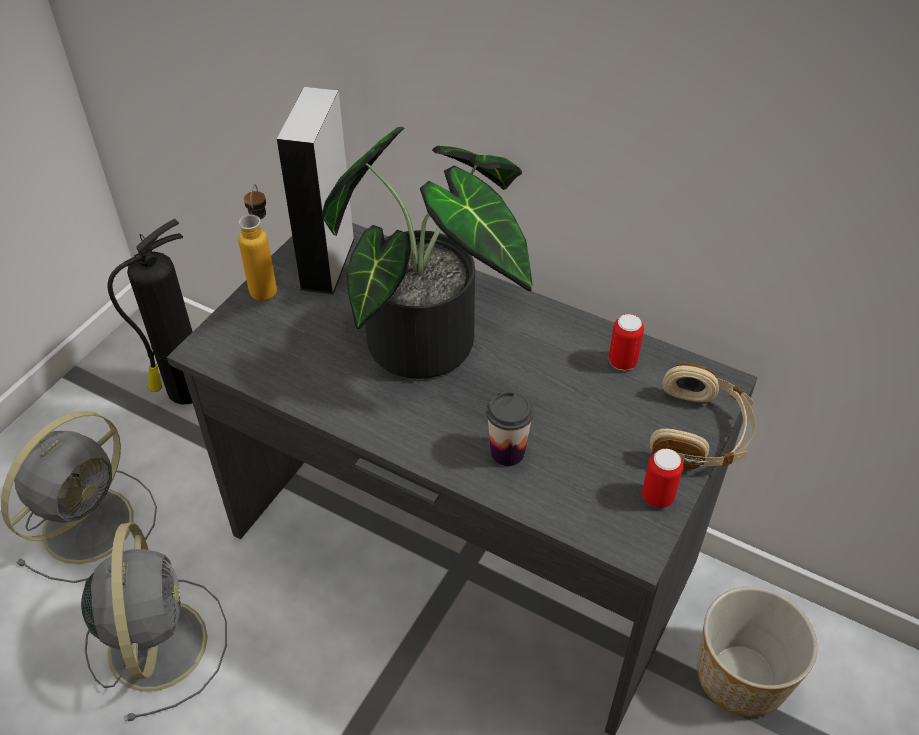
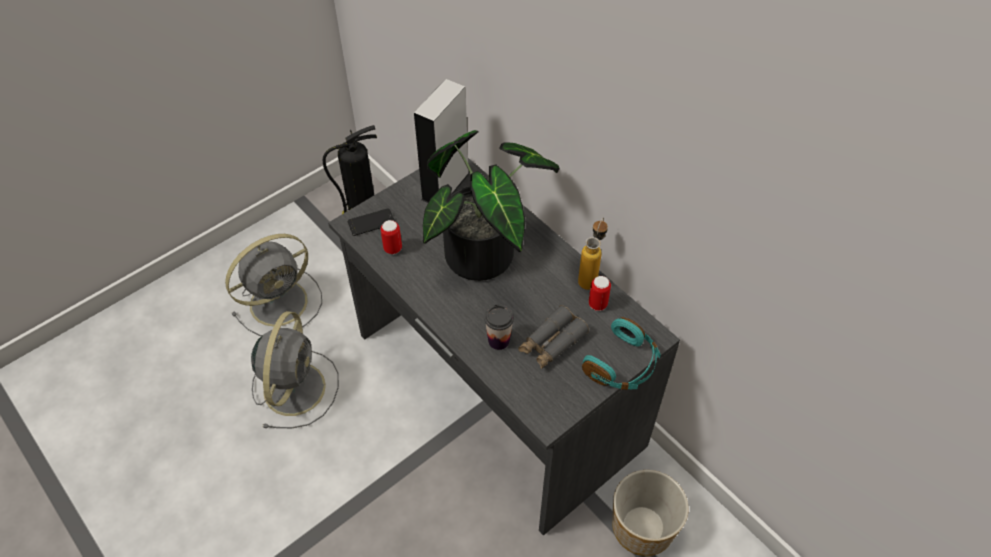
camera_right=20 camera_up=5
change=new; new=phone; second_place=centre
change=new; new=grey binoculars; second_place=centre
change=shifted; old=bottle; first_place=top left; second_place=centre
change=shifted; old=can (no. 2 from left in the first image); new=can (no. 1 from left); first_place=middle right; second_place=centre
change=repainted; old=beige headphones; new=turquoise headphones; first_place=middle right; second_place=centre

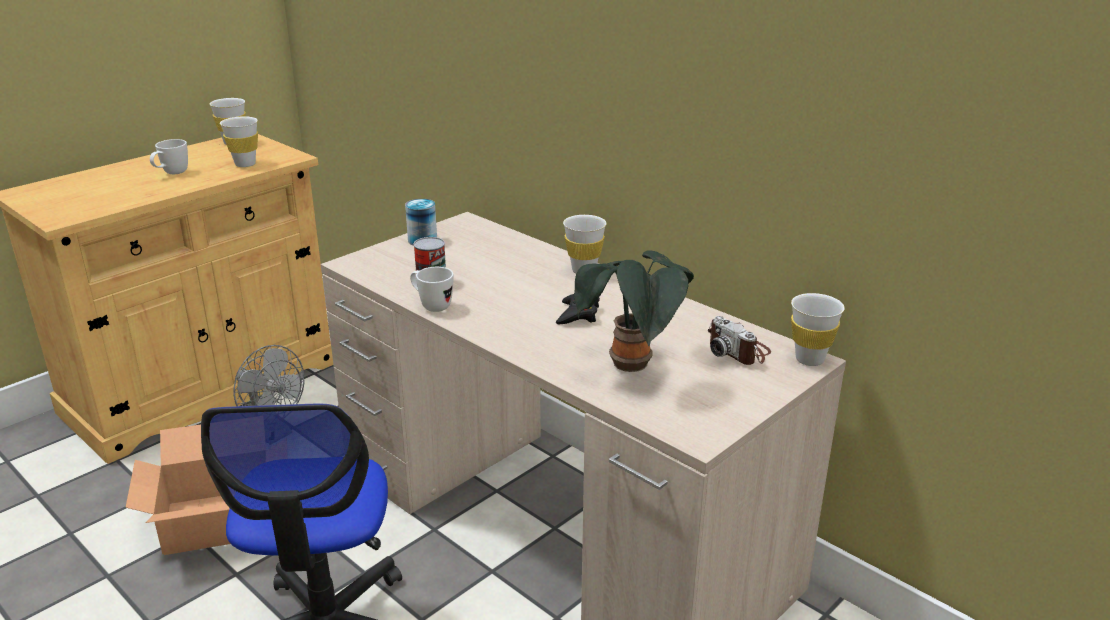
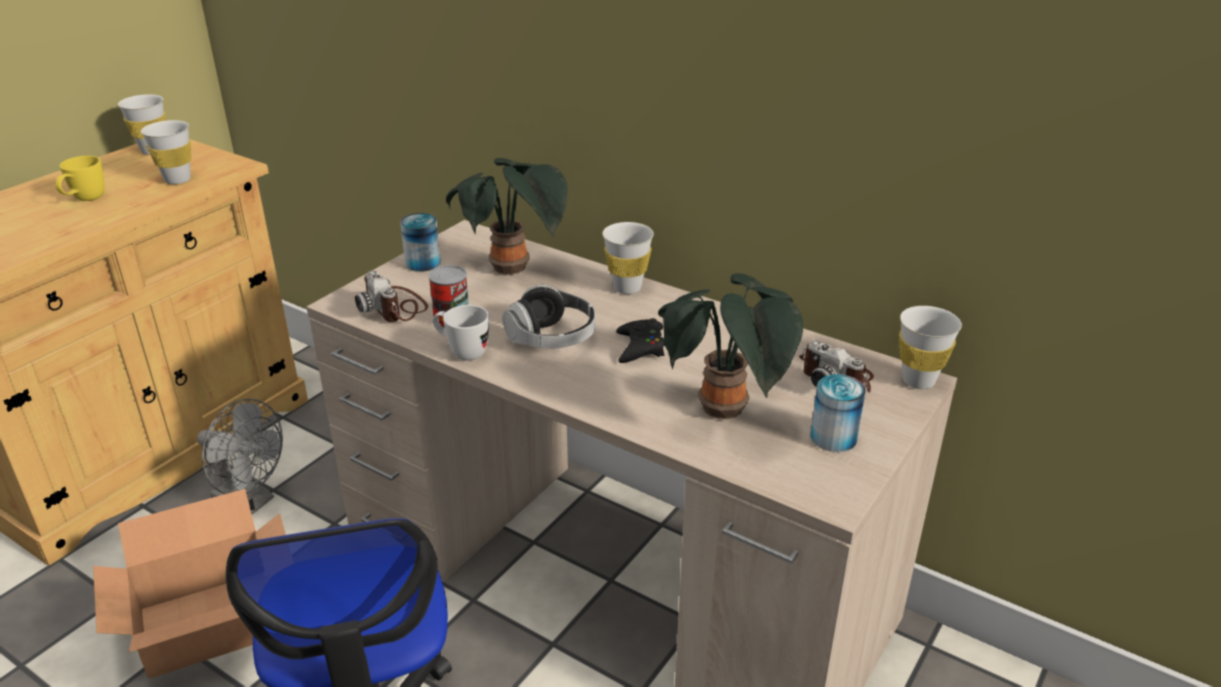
camera_right=-10 camera_up=5
change=new; new=photo camera (no. 1 from left); second_place=middle left
change=new; new=potted plant (no. 1 from left); second_place=top centre
change=new; new=headphones; second_place=centre
change=new; new=can (no. 3 from left); second_place=middle right
change=repainted; old=white mug (no. 1 from left); new=yellow mug; first_place=top left; second_place=top left

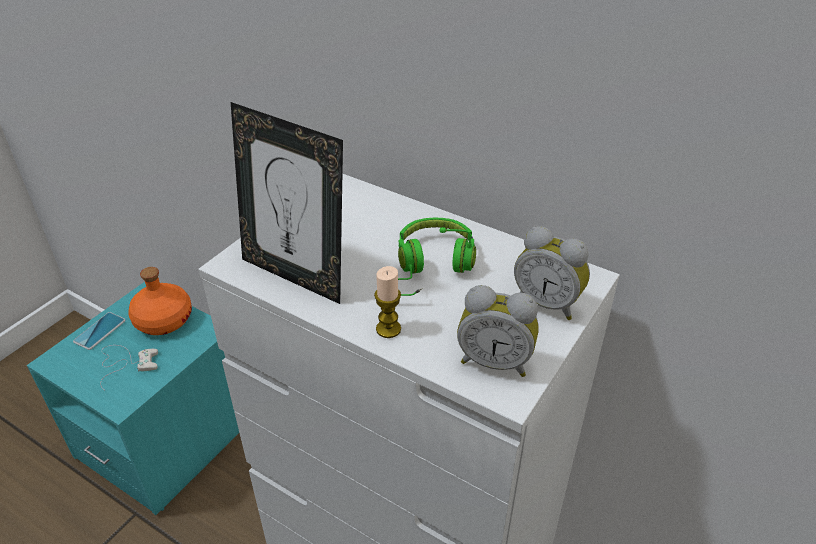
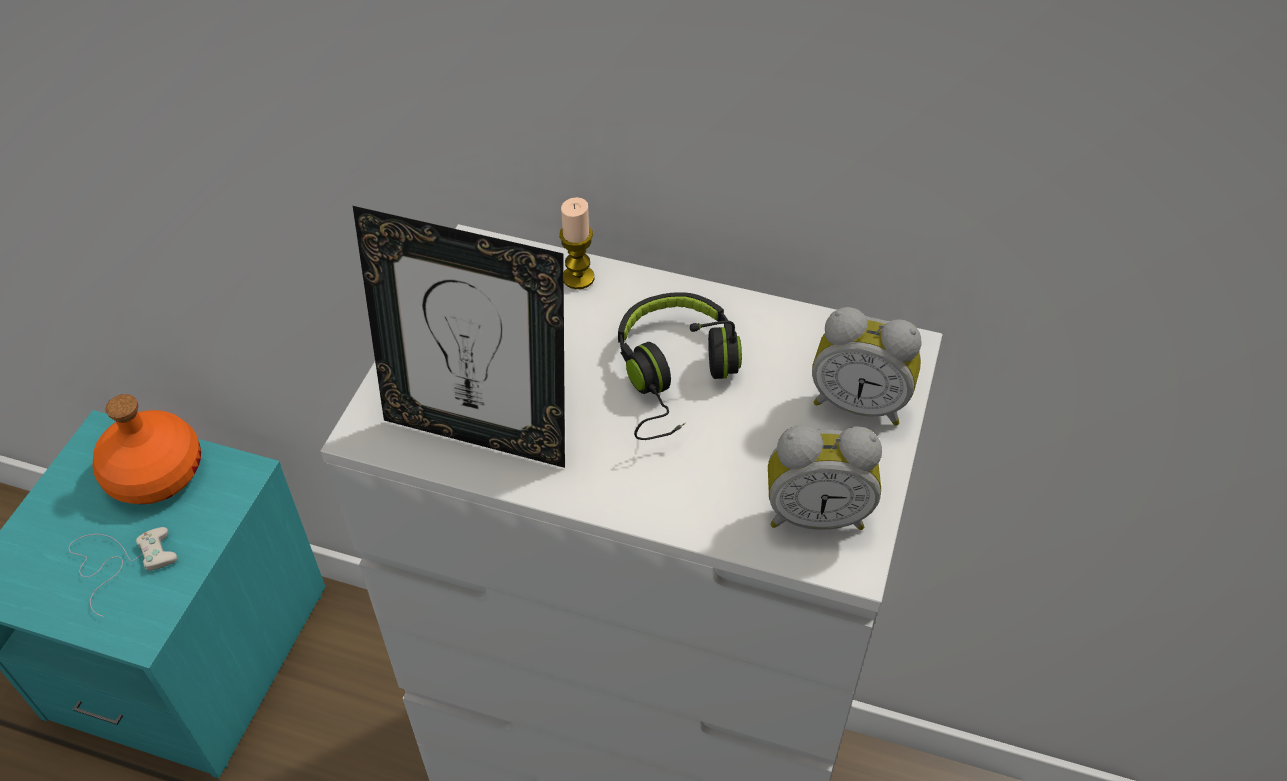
camera_right=-15 camera_up=10
change=gone; old=phone; first_place=middle left
change=shifted; old=candle; first_place=centre; second_place=top centre
change=repainted; old=green headphones; new=black headphones; first_place=centre; second_place=centre

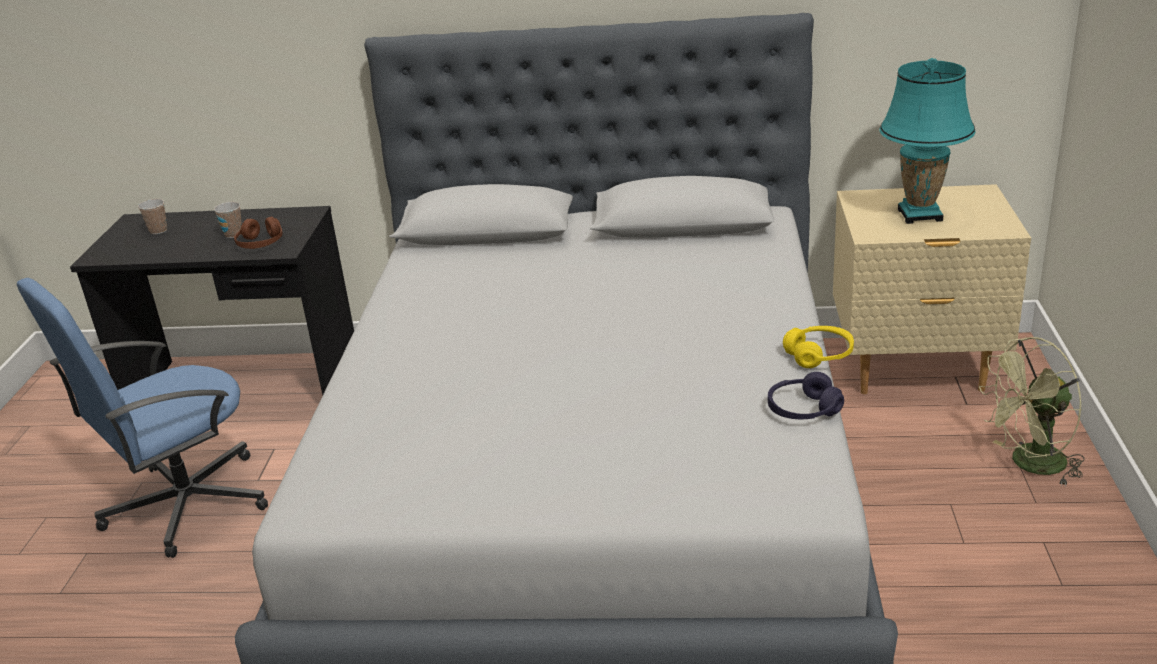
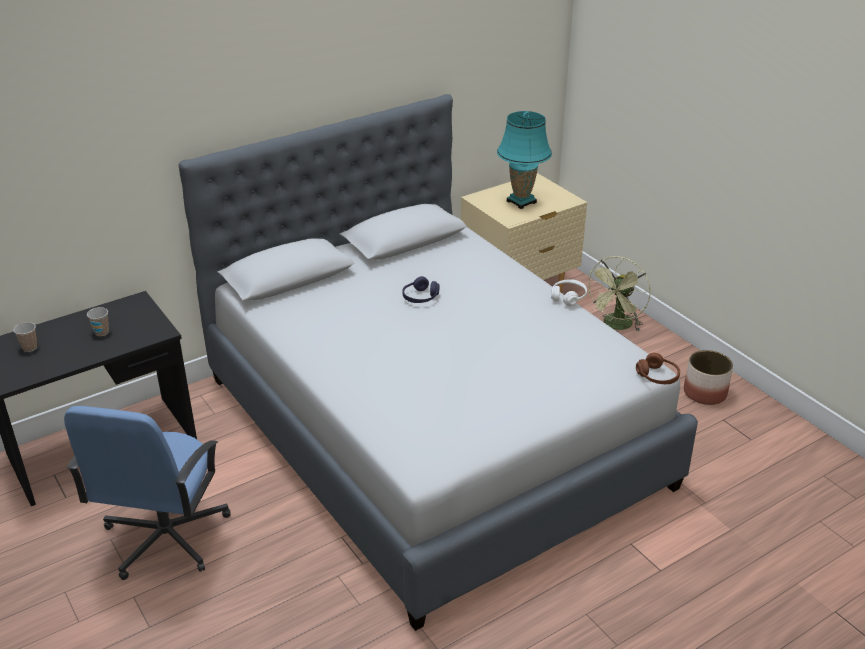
camera_right=-40 camera_up=5
change=new; new=planter; second_place=middle right
change=shifted; old=brown headphones; first_place=middle left; second_place=middle right
change=shifted; old=purple headphones; first_place=middle right; second_place=centre
change=repainted; old=yellow headphones; new=white headphones; first_place=middle right; second_place=centre

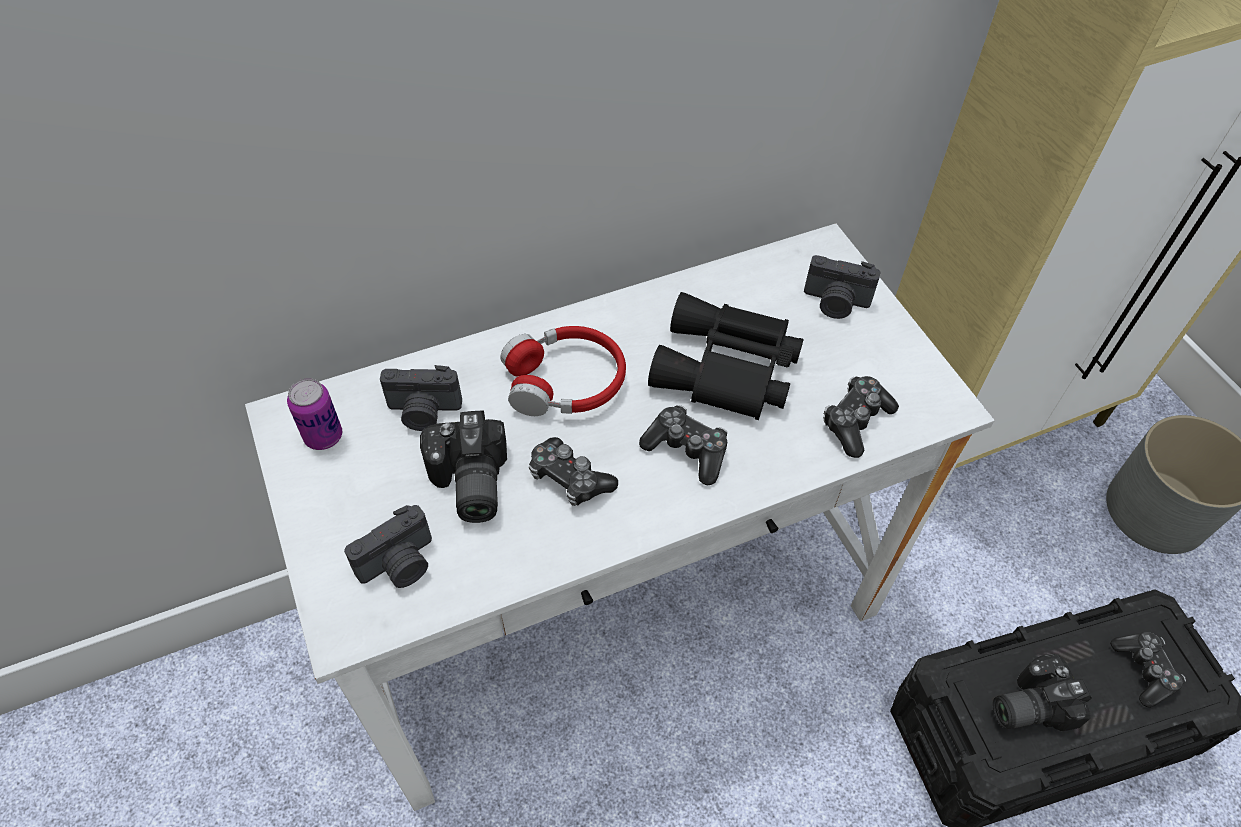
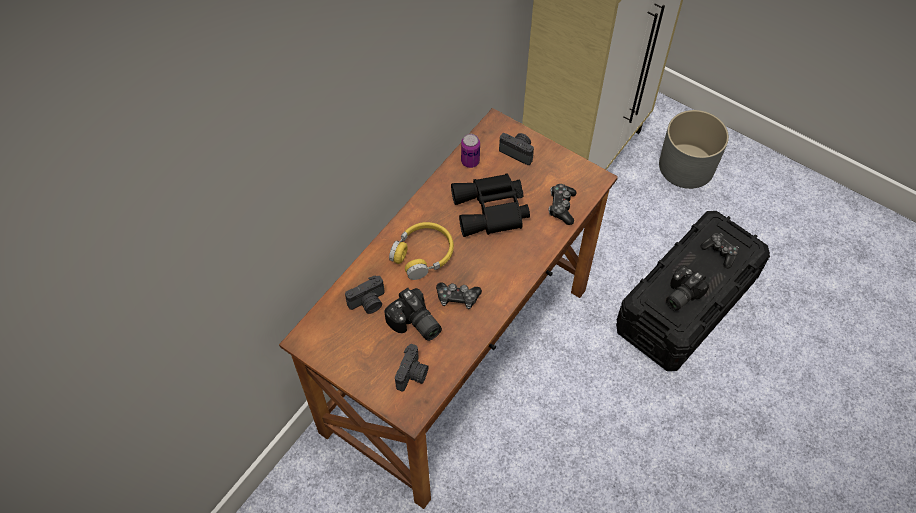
camera_right=-30 camera_up=5
change=gone; old=game controller (no. 2 from left); first_place=centre
change=shifted; old=can; first_place=middle left; second_place=top centre
change=repainted; old=white desk; new=brown desk; first_place=centre; second_place=centre
change=repainted; old=red headphones; new=yellow headphones; first_place=centre; second_place=centre
change=rotated; old=photo camera (no. 4 from left); first_place=middle right; second_place=top centre; degrees=-135

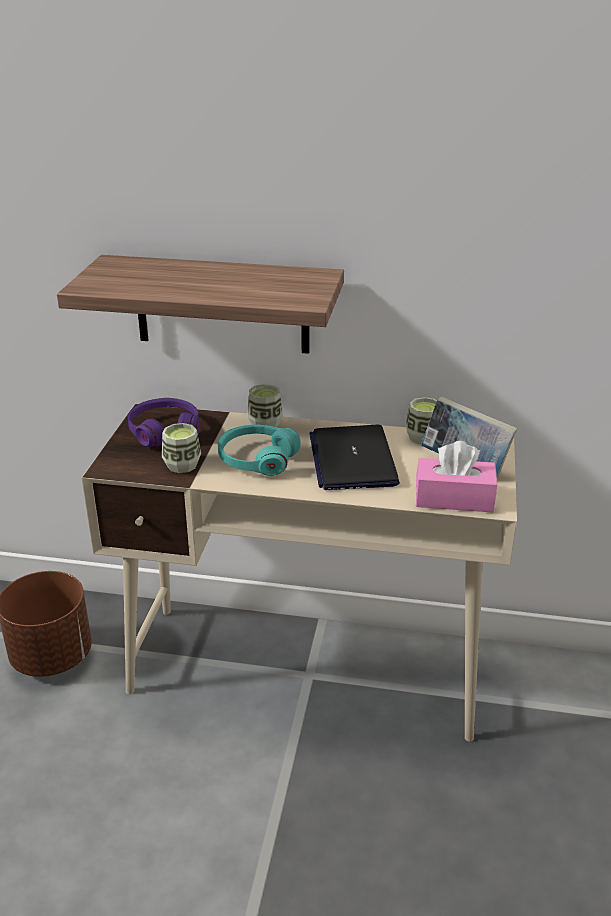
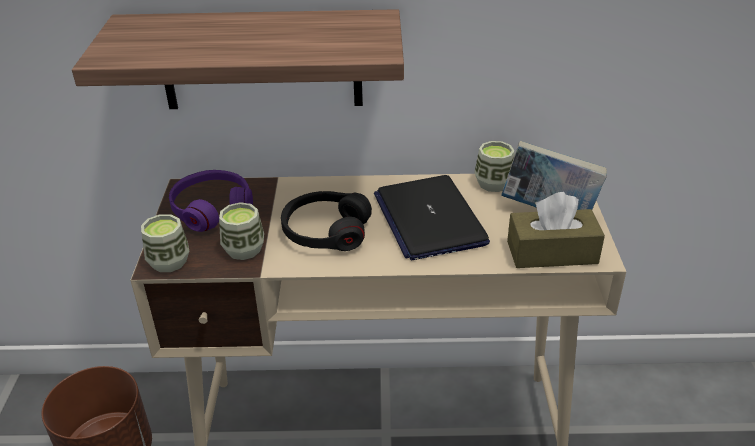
camera_right=-10 camera_up=5
change=shifted; old=cup (no. 2 from left in the first image); new=cup (no. 1 from left); first_place=centre; second_place=middle left
change=repainted; old=turquoise headphones; new=black headphones; first_place=centre; second_place=centre
change=repainted; old=pink tissue box; new=brown tissue box; first_place=middle right; second_place=middle right

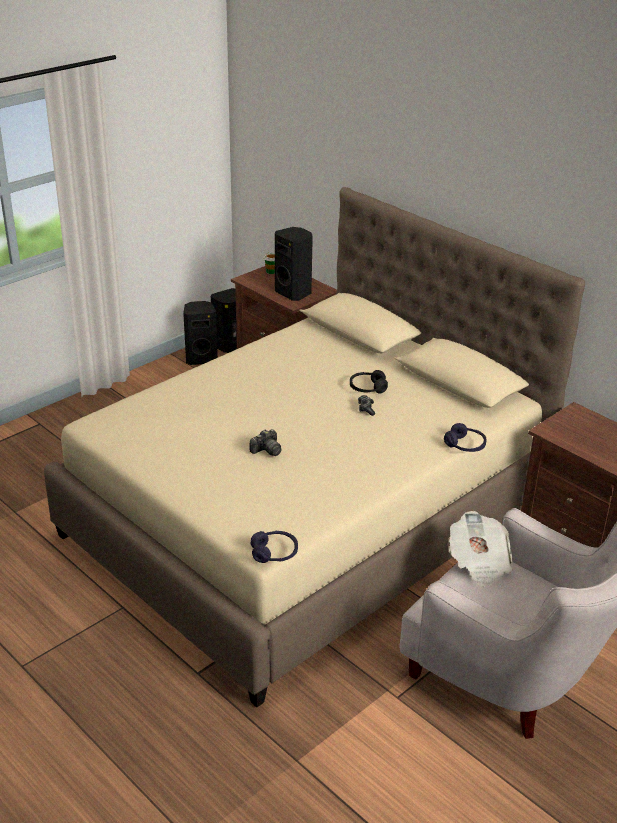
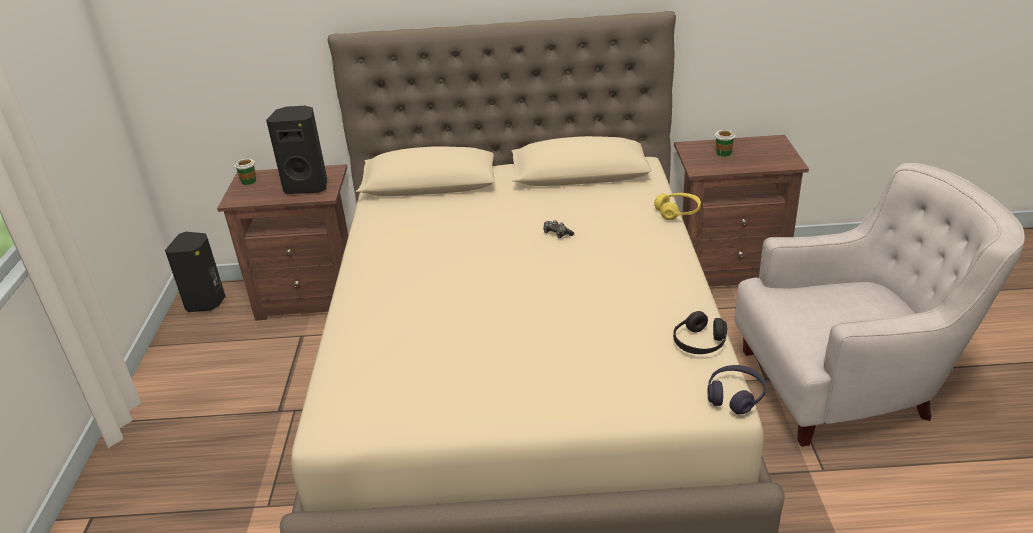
camera_right=-45 camera_up=0
change=gone; old=black speaker (no. 1 from left); first_place=middle left
change=gone; old=photo camera; first_place=centre
change=gone; old=newspaper; first_place=bottom right
change=new; new=cup (no. 2 from left); second_place=top right
change=shifted; old=black headphones; first_place=centre; second_place=middle right
change=repainted; old=purple headphones (no. 2 from left); new=yellow headphones; first_place=middle right; second_place=centre

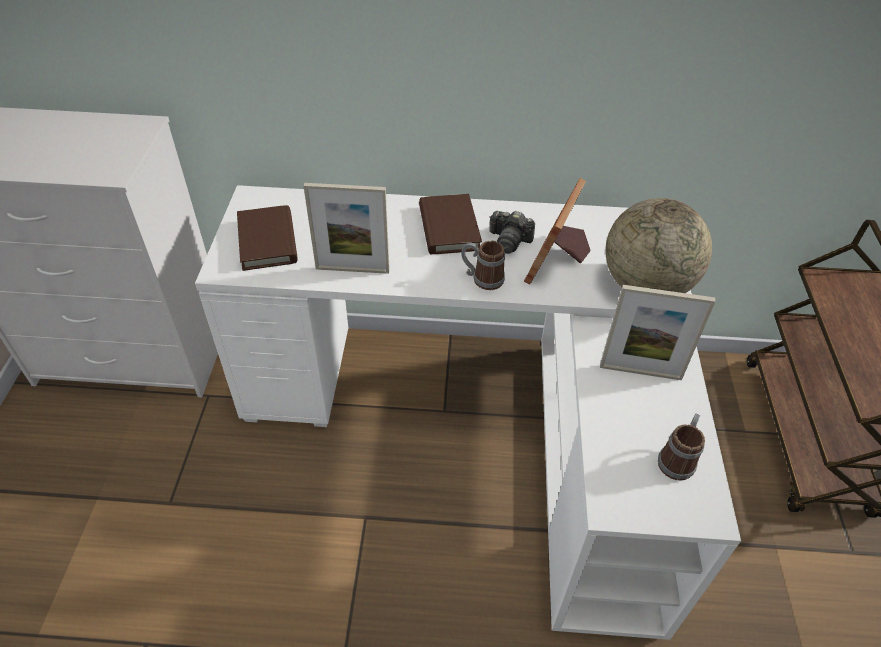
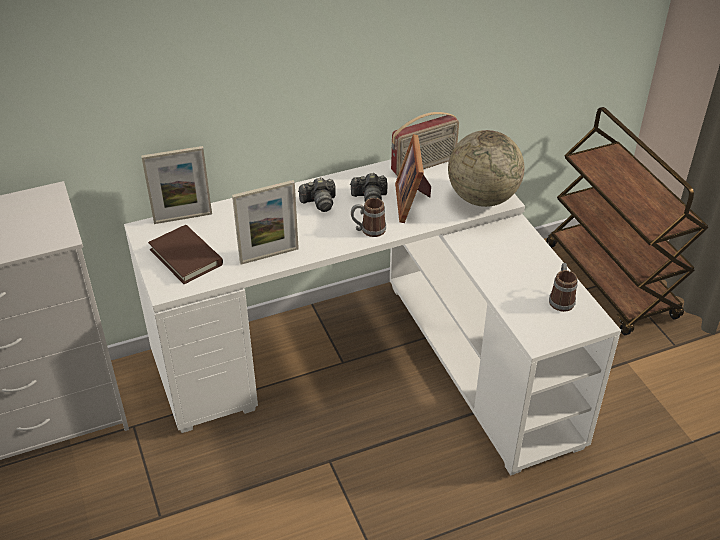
camera_right=-25 camera_up=-5
change=new; new=radio; second_place=top centre
change=shifted; old=picture frame (no. 3 from left in the first image); new=picture frame (no. 1 from left); first_place=middle right; second_place=middle left
change=swapped; old=brown book (no. 2 from left); new=photo camera (no. 1 from left); first_place=centre; second_place=centre

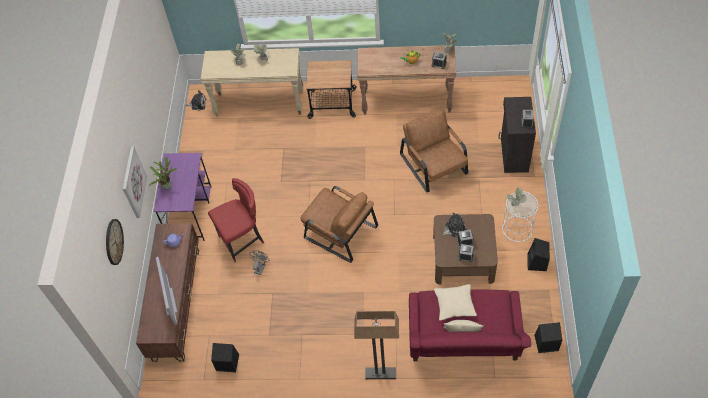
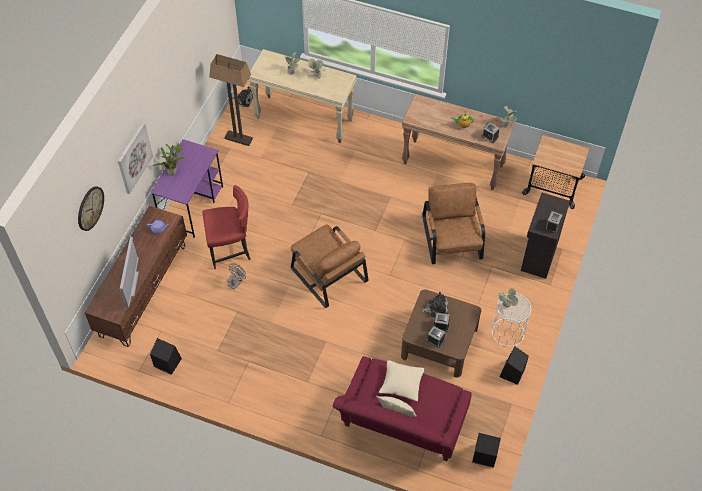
camera_right=15 camera_up=0
change=shifted; old=cart; first_place=top centre; second_place=middle right
change=shifted; old=floor lamp; first_place=bottom centre; second_place=top left

